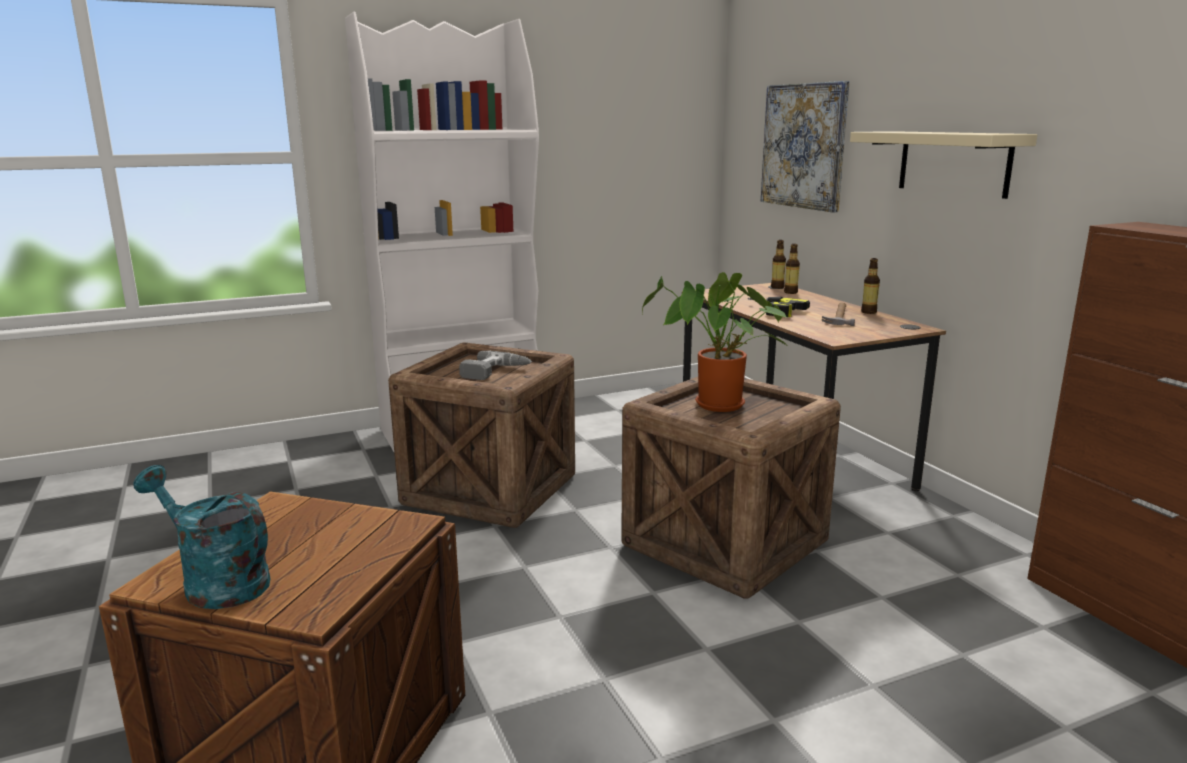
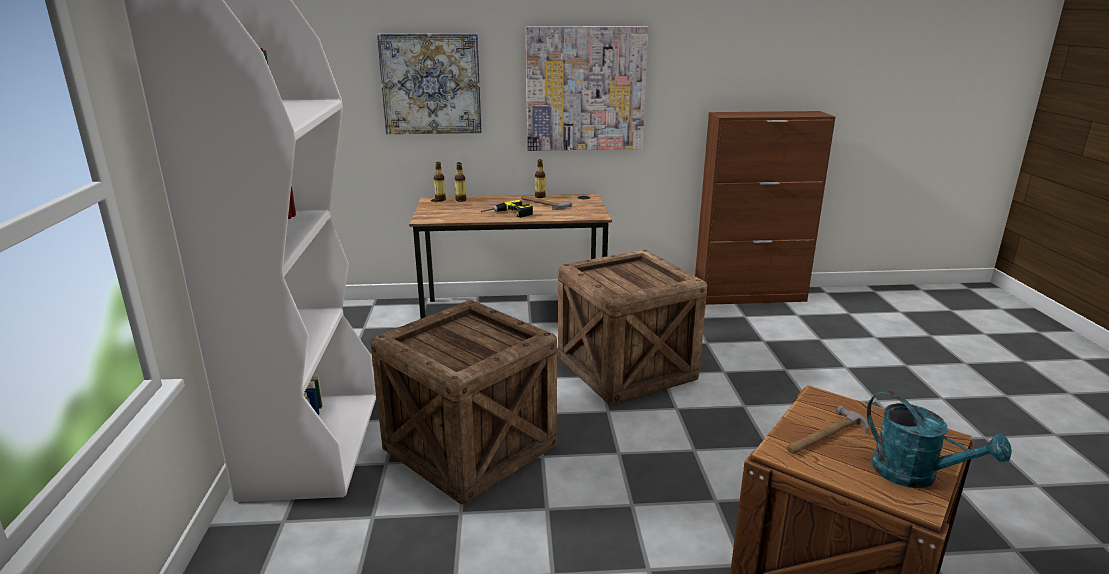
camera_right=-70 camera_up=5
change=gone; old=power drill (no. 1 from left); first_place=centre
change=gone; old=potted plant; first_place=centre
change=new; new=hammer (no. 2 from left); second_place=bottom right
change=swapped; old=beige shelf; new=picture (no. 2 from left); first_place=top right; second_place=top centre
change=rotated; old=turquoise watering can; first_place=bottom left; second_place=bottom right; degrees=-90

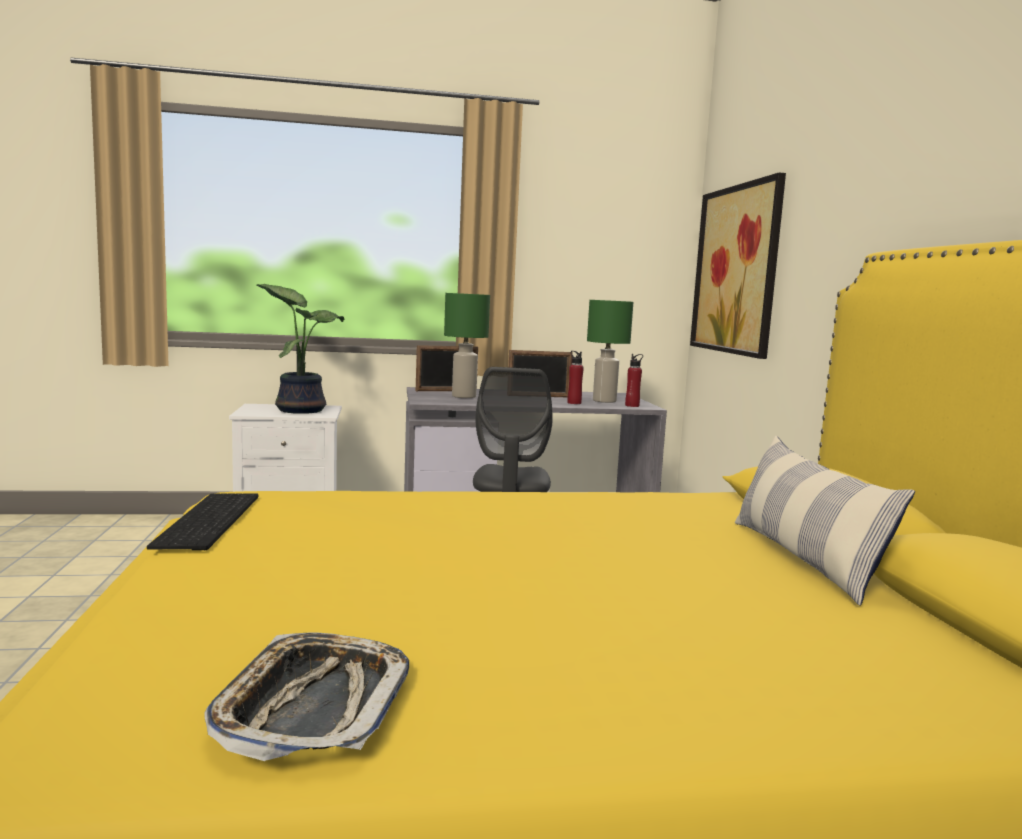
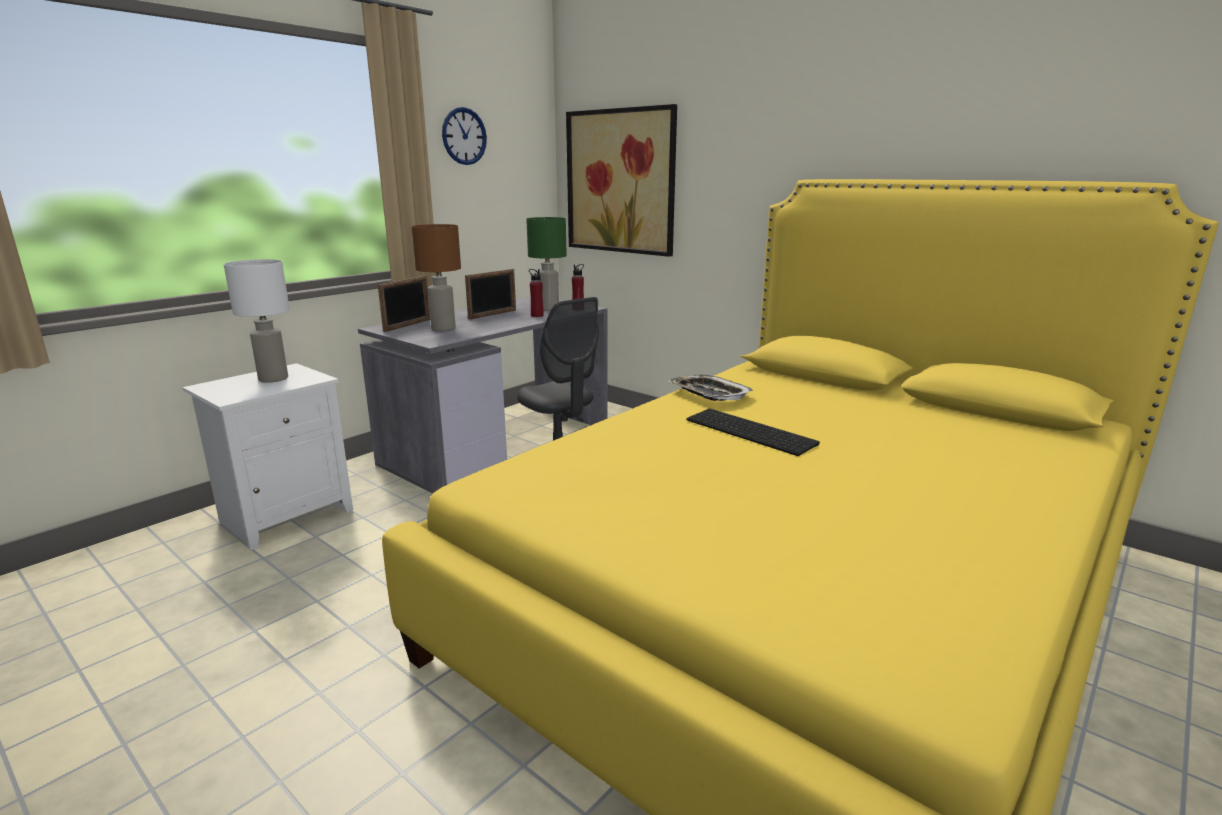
camera_right=-40 camera_up=10
change=gone; old=pillow; first_place=middle right
change=new; new=wall clock; second_place=top centre
change=shifted; old=keyboard; first_place=middle left; second_place=centre
change=shifted; old=tray; first_place=bottom left; second_place=centre
change=swapped; old=potted plant; new=white table lamp; first_place=middle left; second_place=middle left
change=repainted; old=green table lamp (no. 1 from left); new=brown table lamp; first_place=centre; second_place=centre

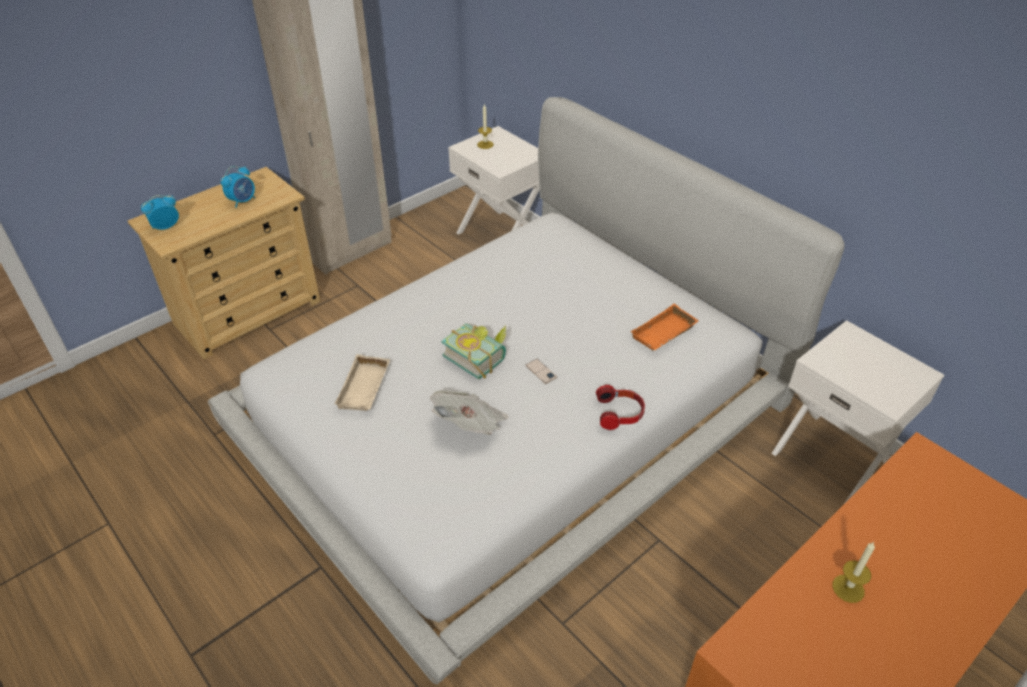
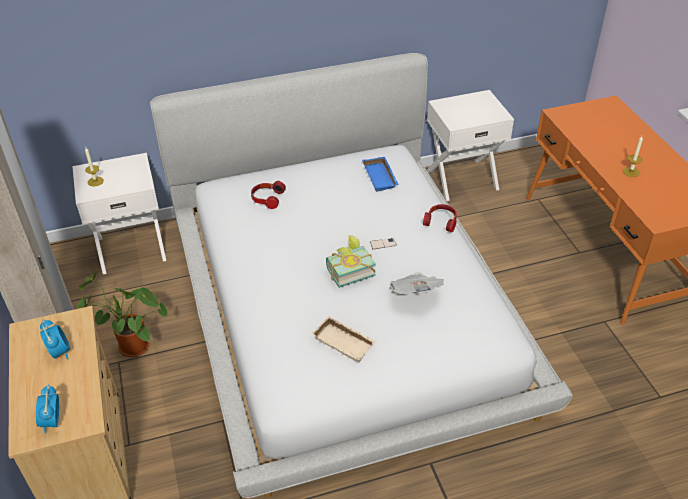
camera_right=-65 camera_up=0
change=new; new=potted plant; second_place=middle left
change=new; new=headphones (no. 1 from left); second_place=centre
change=repainted; old=orange tray; new=blue tray; first_place=centre; second_place=centre

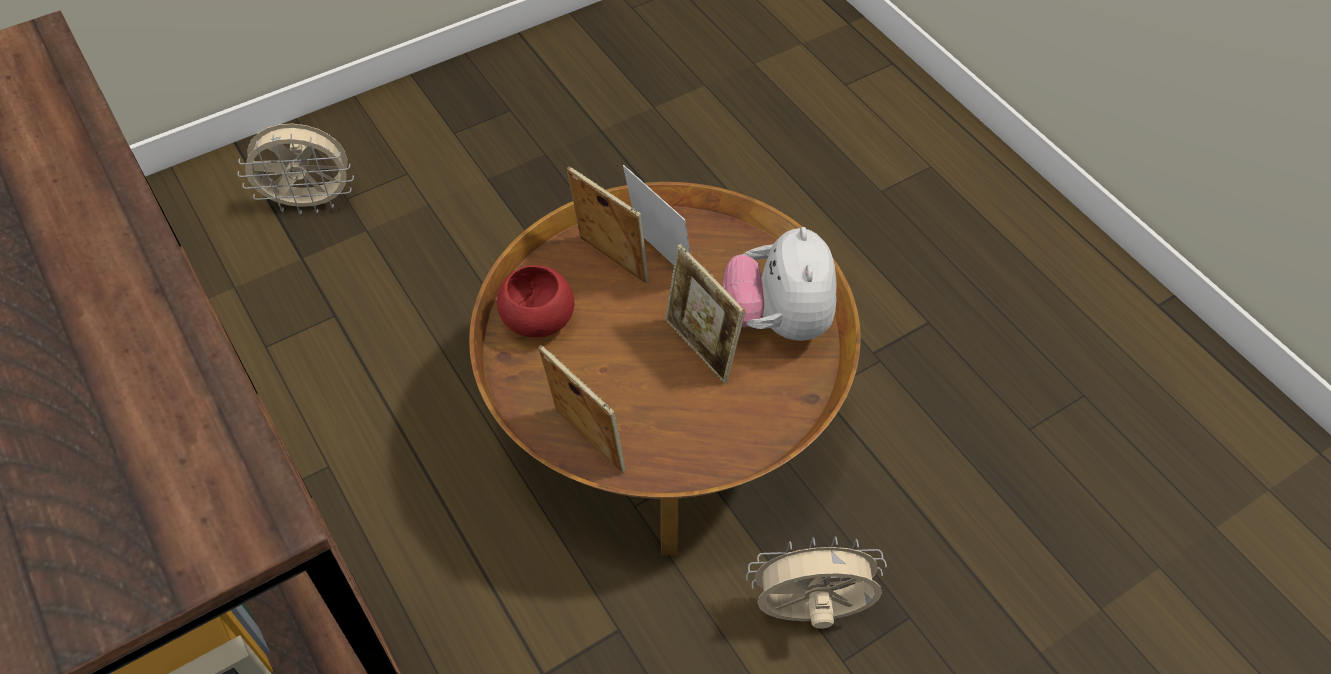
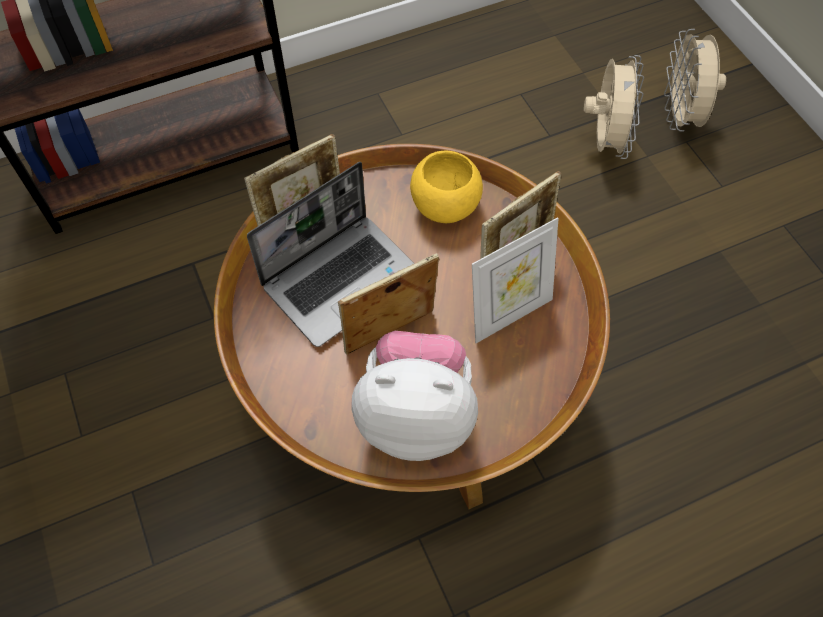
camera_right=100 camera_up=5
change=new; new=laptop; second_place=centre
change=shifted; old=beige fan (no. 2 from left in the first image); new=beige fan (no. 1 from left); first_place=bottom centre; second_place=top right
change=repainted; old=red bowl; new=yellow bowl; first_place=centre; second_place=top centre

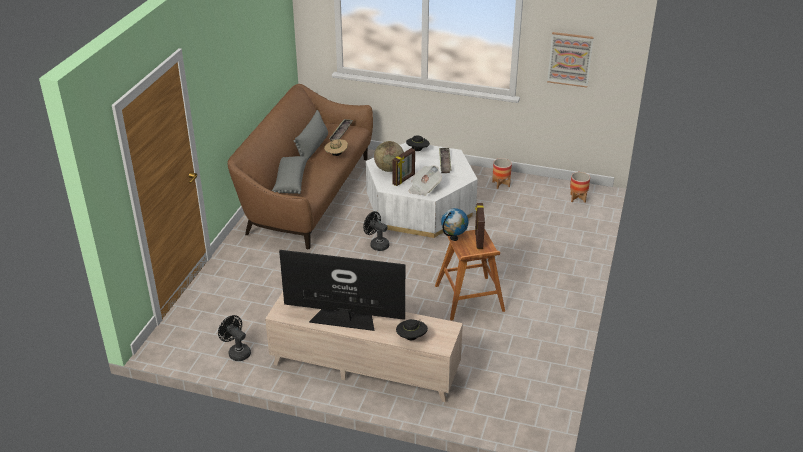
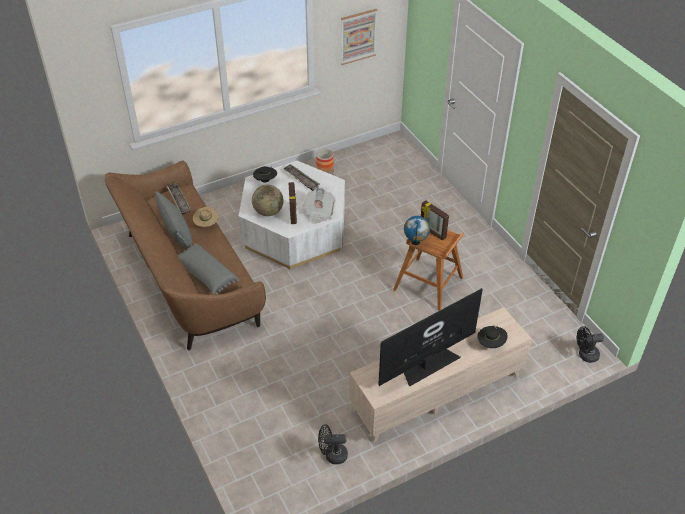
camera_right=-45 camera_up=10
change=gone; old=planter (no. 2 from left); first_place=middle right
change=shifted; old=black fan (no. 2 from left); first_place=centre; second_place=bottom right

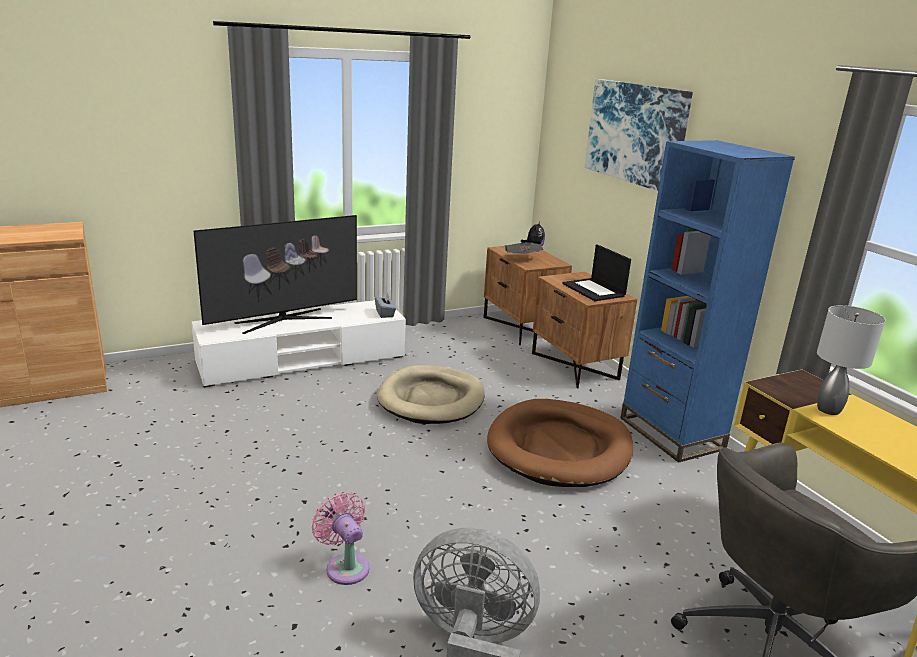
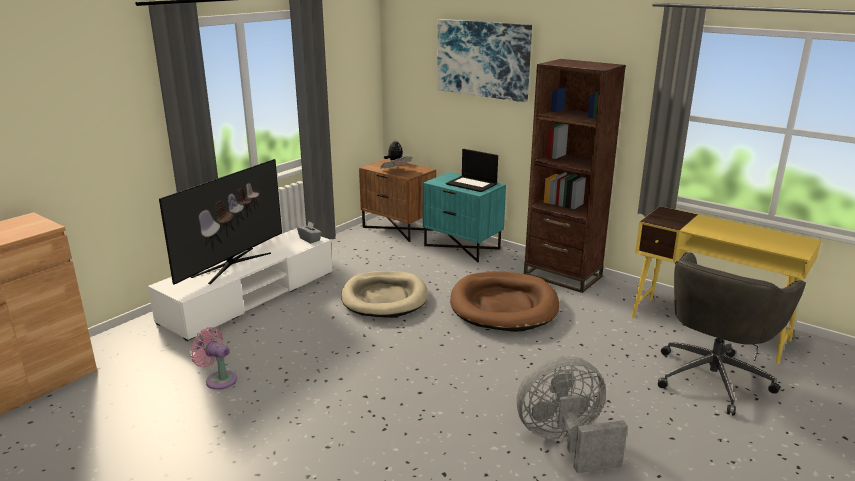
camera_right=-25 camera_up=0
change=gone; old=grey table lamp; first_place=middle right
change=shifted; old=pink fan; first_place=bottom centre; second_place=bottom left
change=repainted; old=brown nightstand (no. 2 from left); new=turquoise nightstand; first_place=centre; second_place=centre
change=repainted; old=blue bookcase; new=brown bookcase; first_place=middle right; second_place=middle right

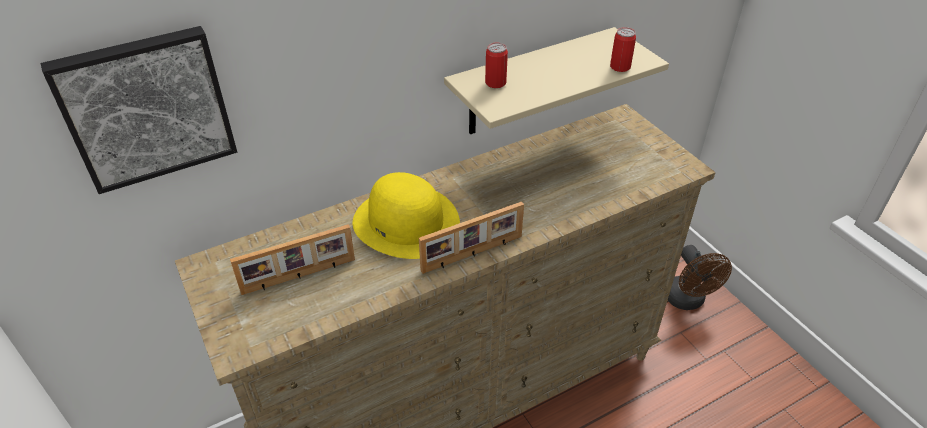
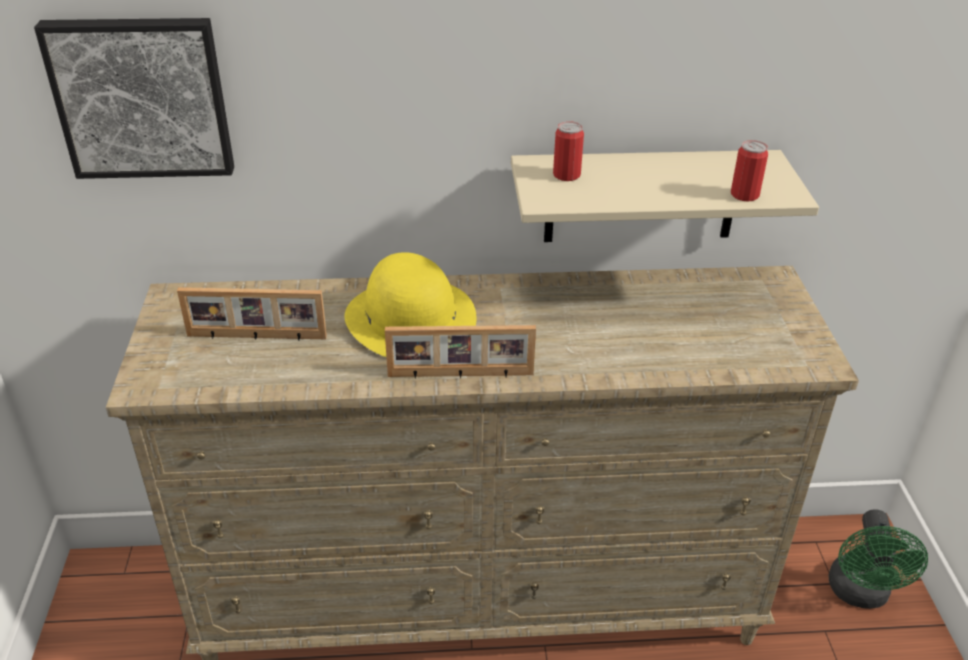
camera_right=25 camera_up=-5
change=repainted; old=brown fan; new=green fan; first_place=middle right; second_place=bottom right

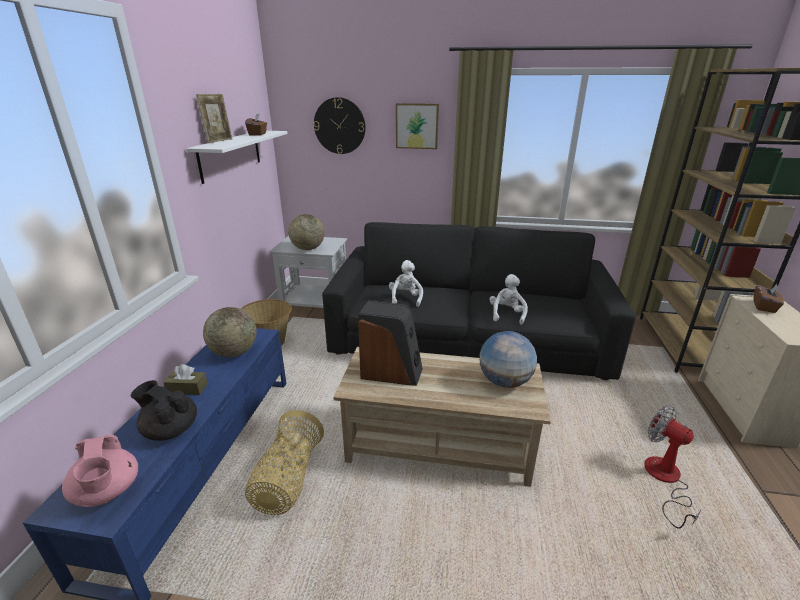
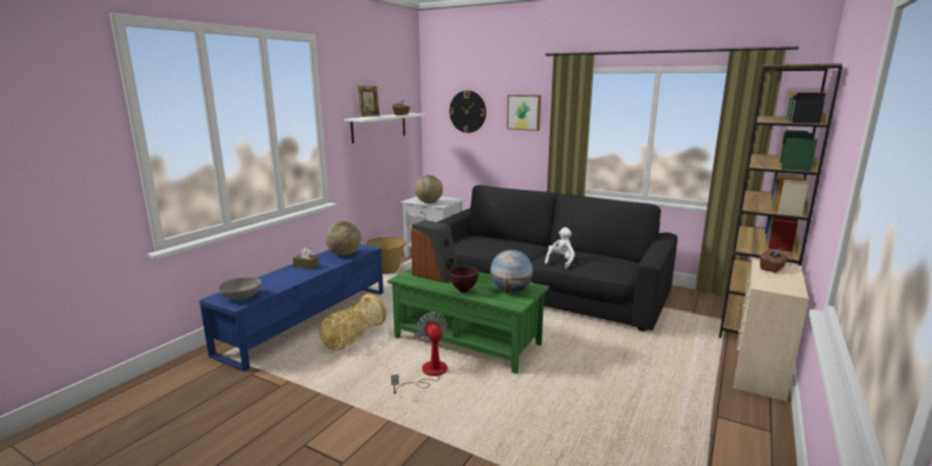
camera_right=20 camera_up=-10
change=gone; old=black teapot; first_place=bottom left
change=gone; old=white plush toy (no. 1 from left); first_place=centre
change=new; new=brown bowl; second_place=centre
change=shifted; old=fan; first_place=bottom right; second_place=bottom centre
change=swapped; old=pink teapot; new=grey bowl; first_place=bottom left; second_place=middle left
change=repainted; old=beige coffee table; new=green coffee table; first_place=bottom centre; second_place=bottom centre

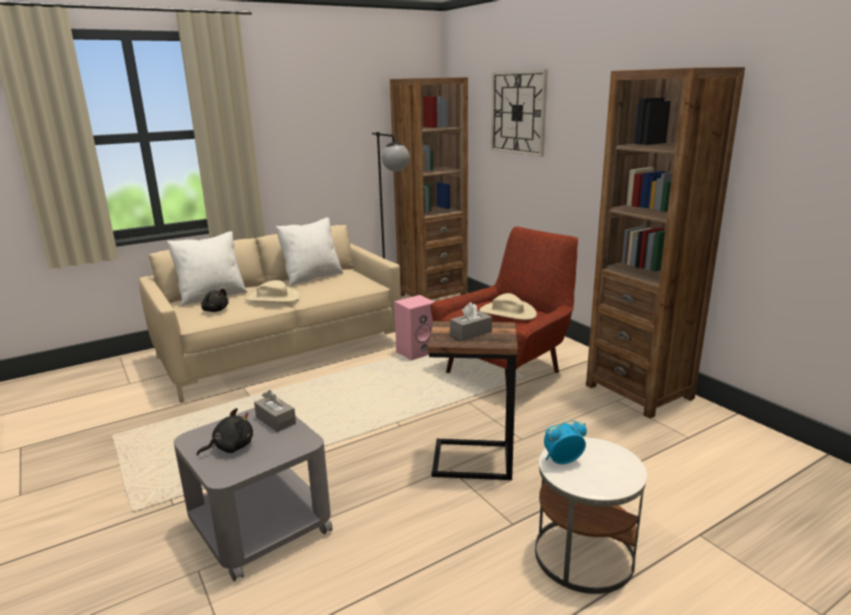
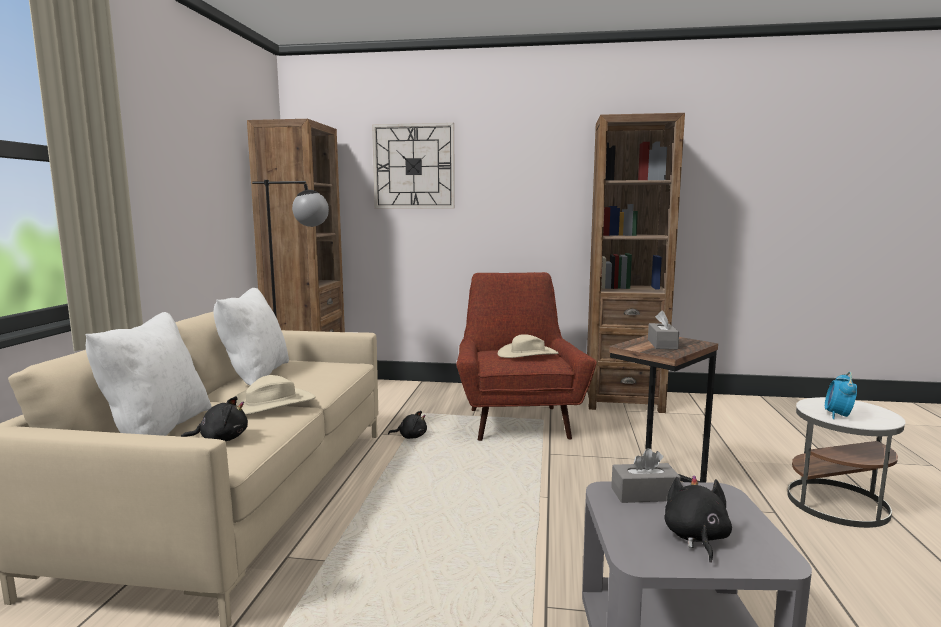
camera_right=-50 camera_up=-10
change=swapped; old=pink speaker; new=black plush toy (no. 2 from left); first_place=centre; second_place=bottom centre

